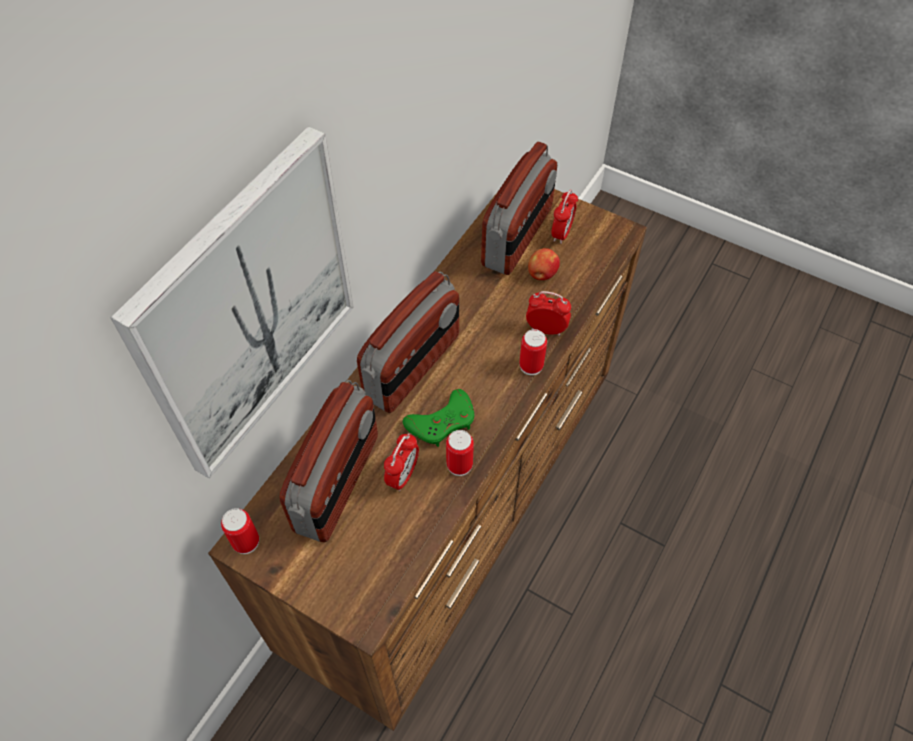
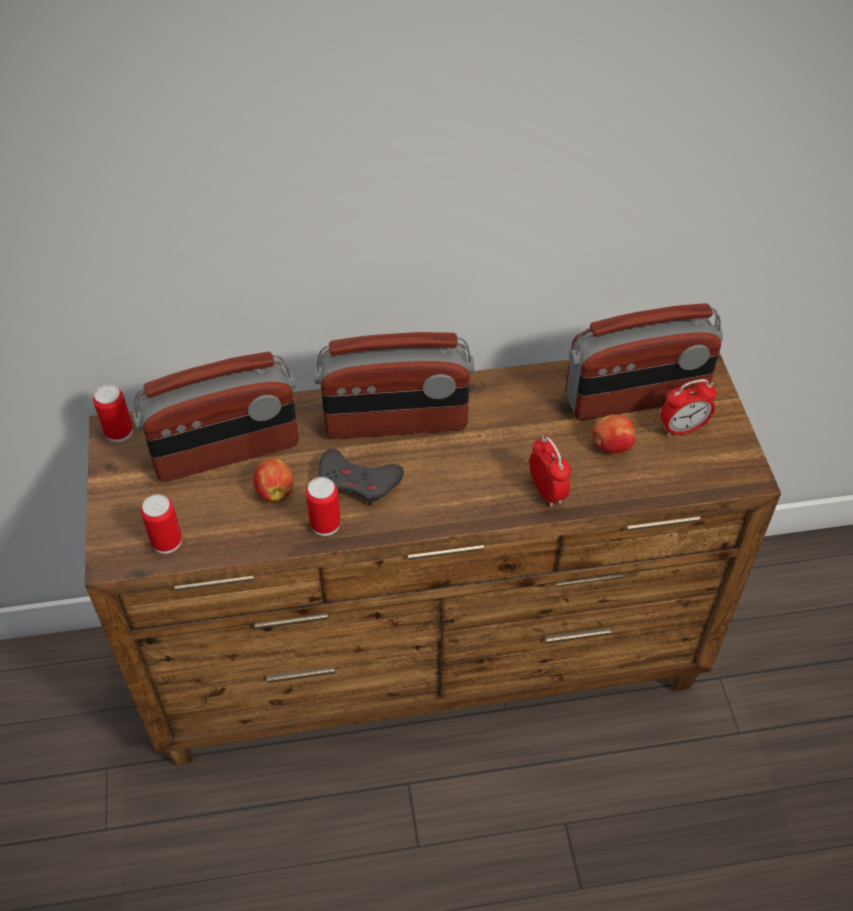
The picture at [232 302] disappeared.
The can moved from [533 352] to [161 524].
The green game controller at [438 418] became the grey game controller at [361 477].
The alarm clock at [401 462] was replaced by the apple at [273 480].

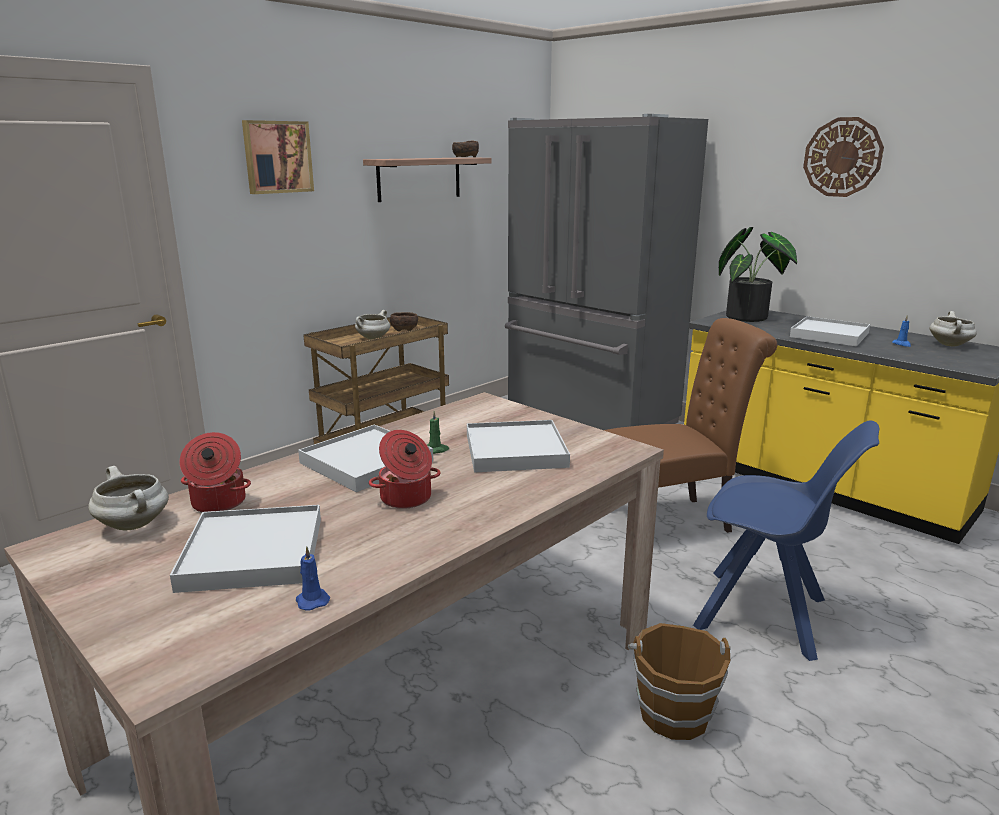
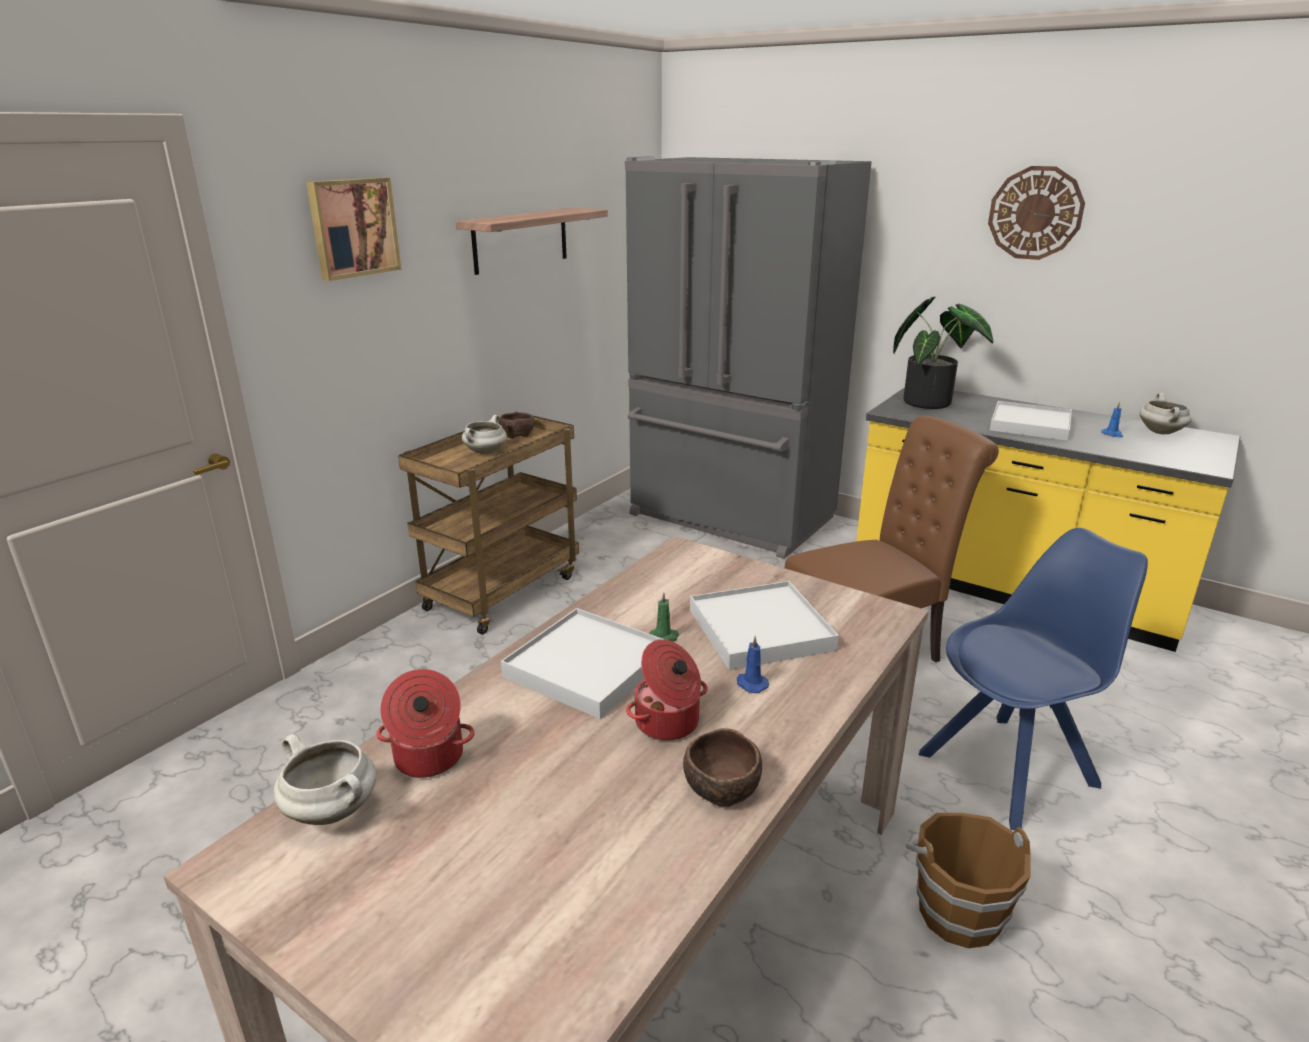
The brown bowl moved from [465 149] to [722 767].
The blue chair at [786 541] turned 45 degrees counterclockwise.
The white tray at [245 549] disappeared.
The blue candle moved from [313 578] to [753 664].

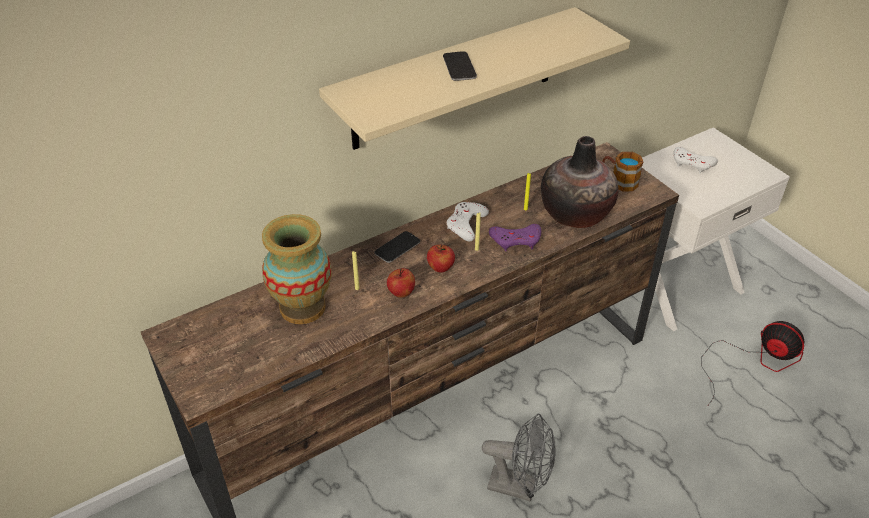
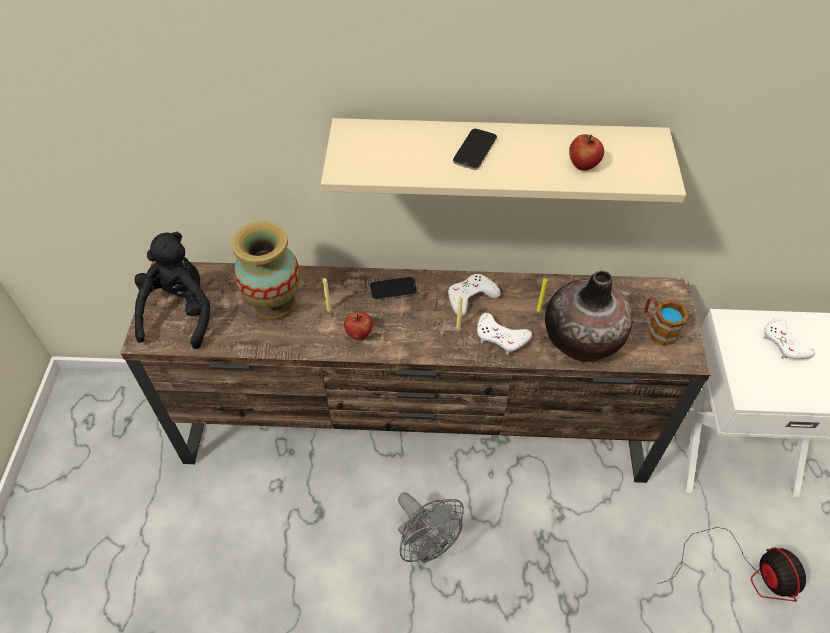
The purple game controller at [515 237] became the white game controller at [504 333].
The apple moved from [441 259] to [586 152].
The black plush toy at [172 290] appeared.

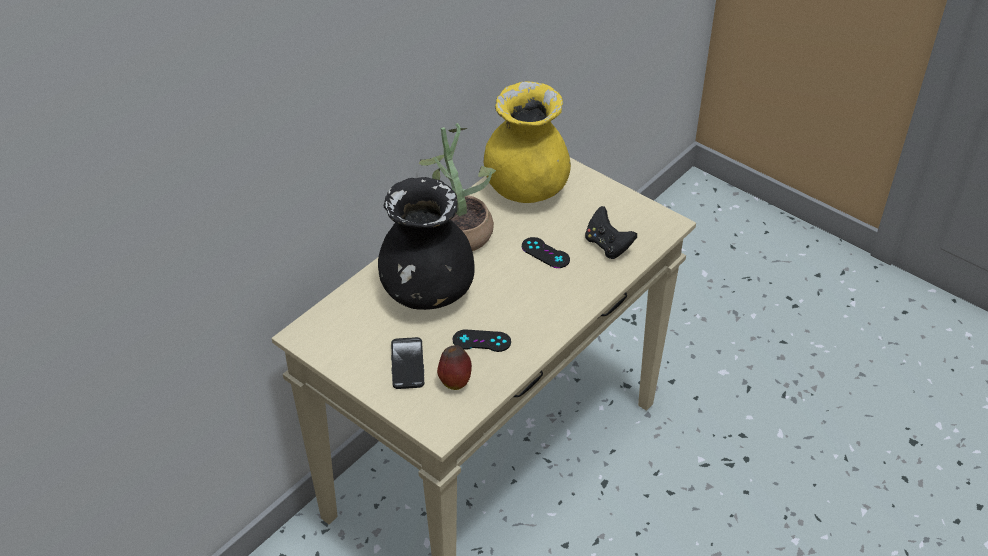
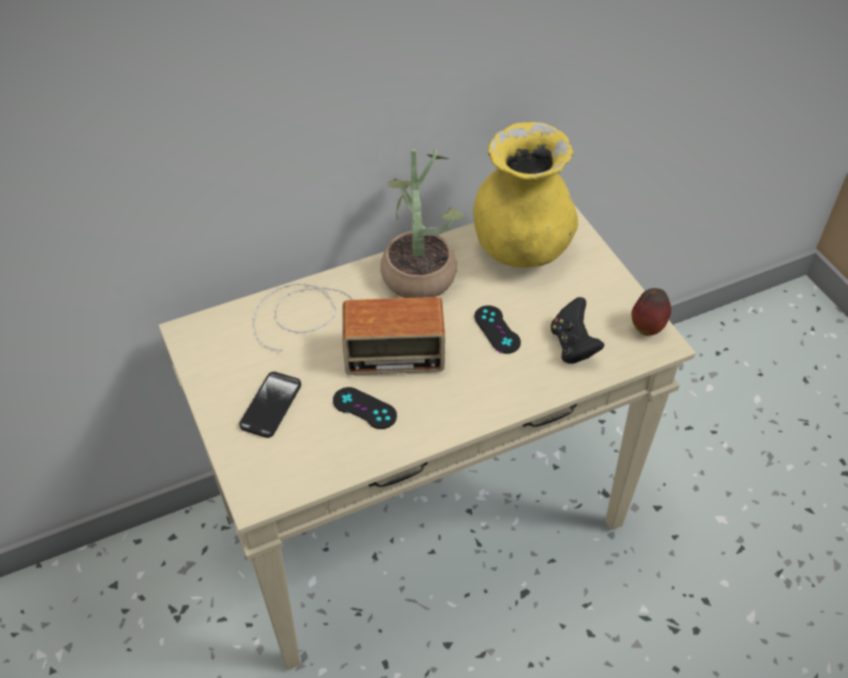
The black vase at [426 243] was replaced by the radio at [349 329].
The apple moved from [454 367] to [651 312].

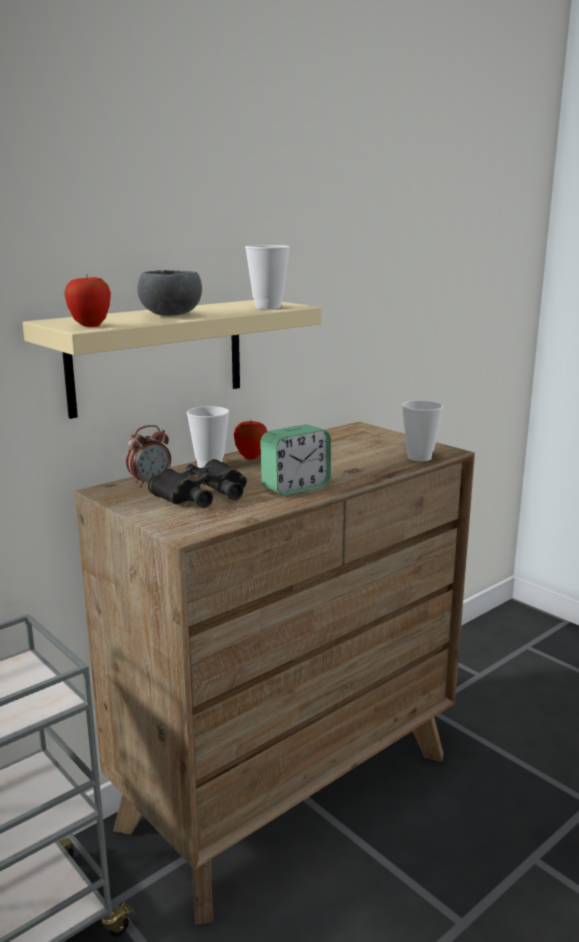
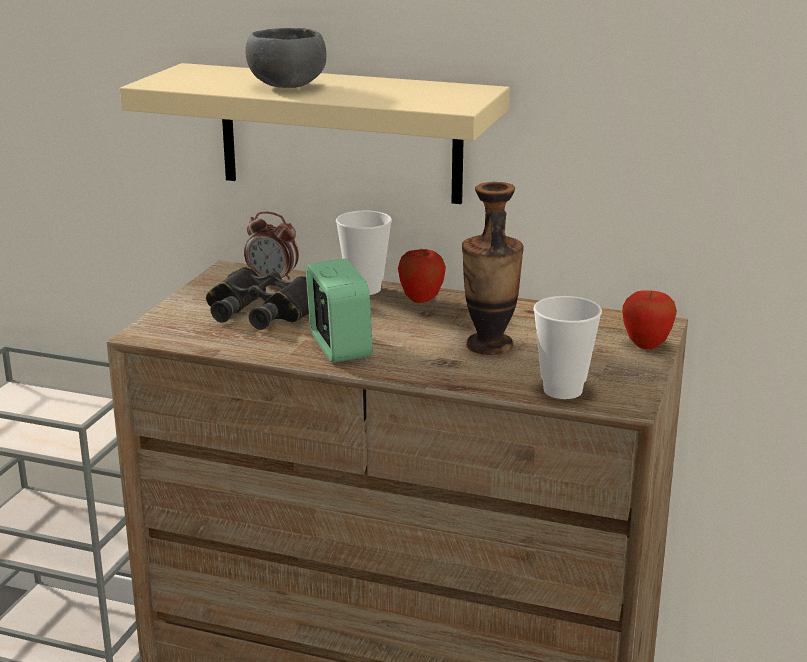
The cup at [267 277] disappeared.
The apple moved from [87 300] to [649 319].
The alarm clock at [295 460] turned 135 degrees counterclockwise.
The vase at [493 268] appeared.

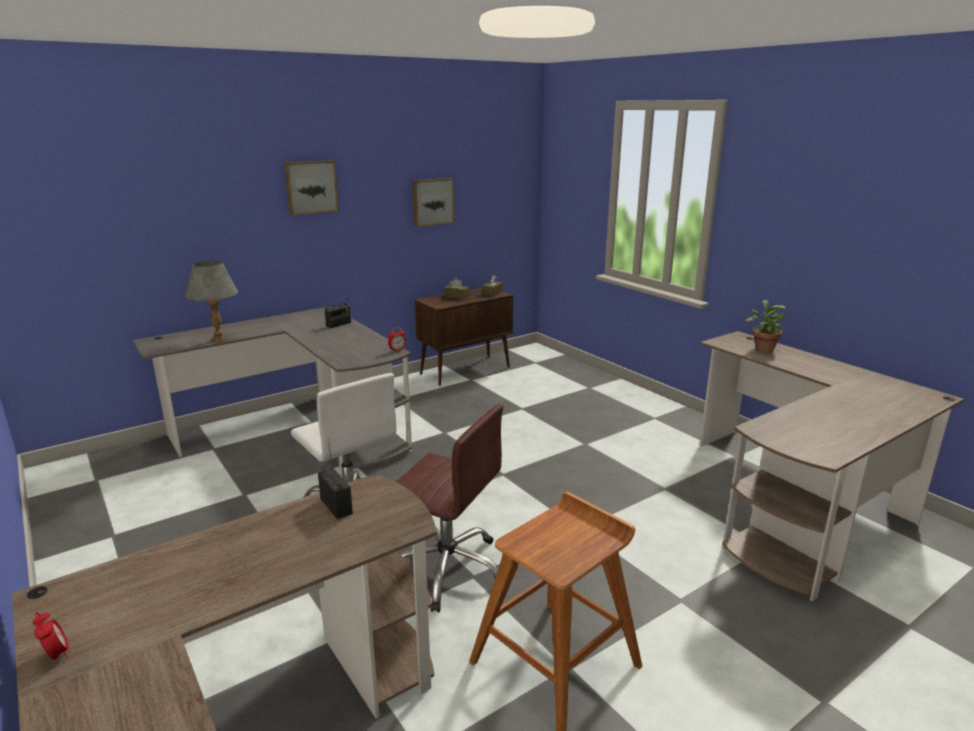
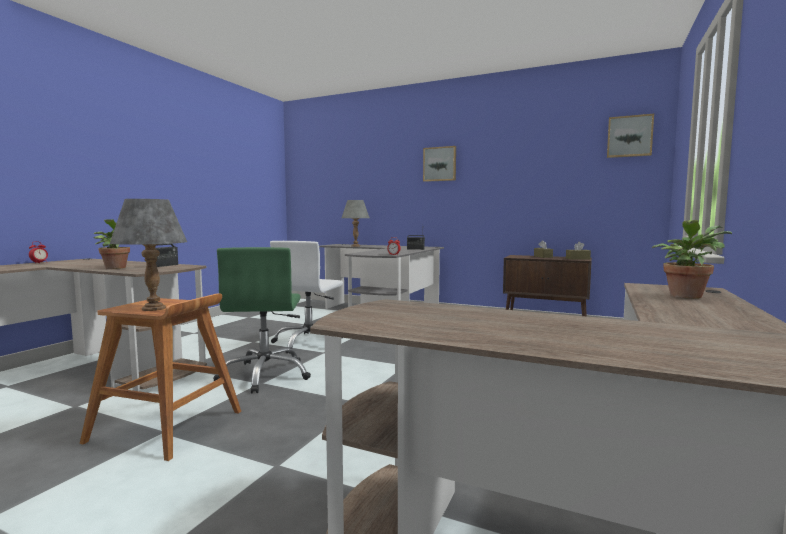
The picture moved from [433 202] to [630 136].
The brown office chair at [449 508] became the green office chair at [262 320].
The grey table lamp at [148 255] appeared.
The potted plant at [112 244] appeared.

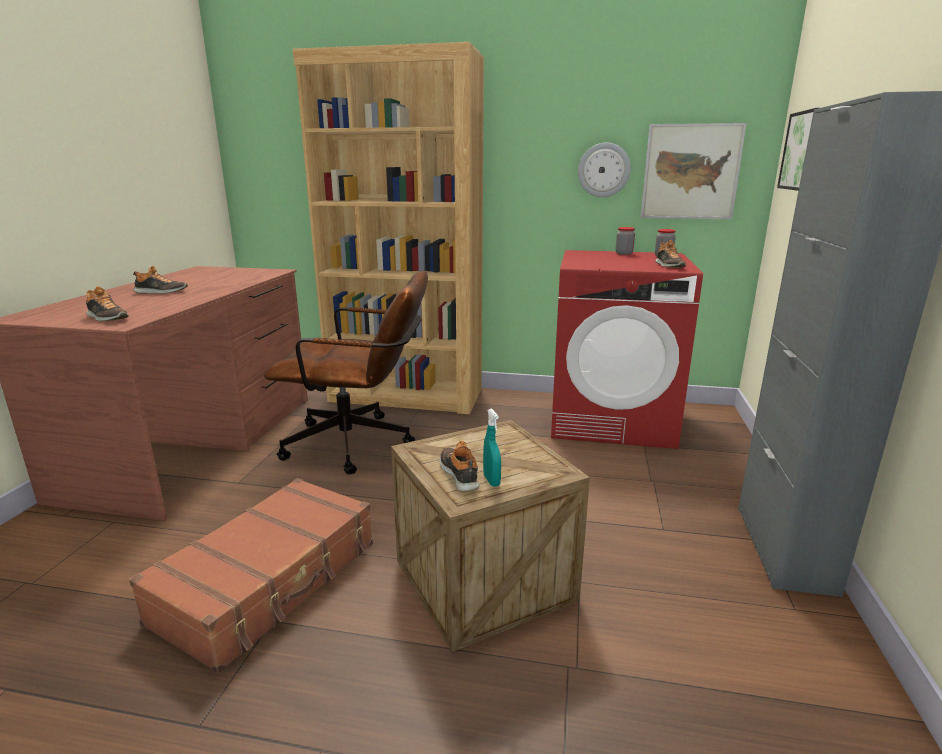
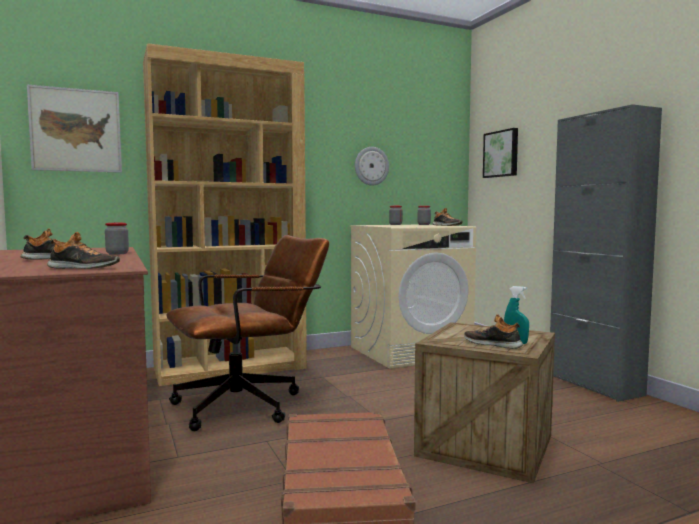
The picture moved from [693 171] to [74 129].
The red washing machine at [627 349] became the beige washing machine at [413 297].
The jar at [117 239] appeared.

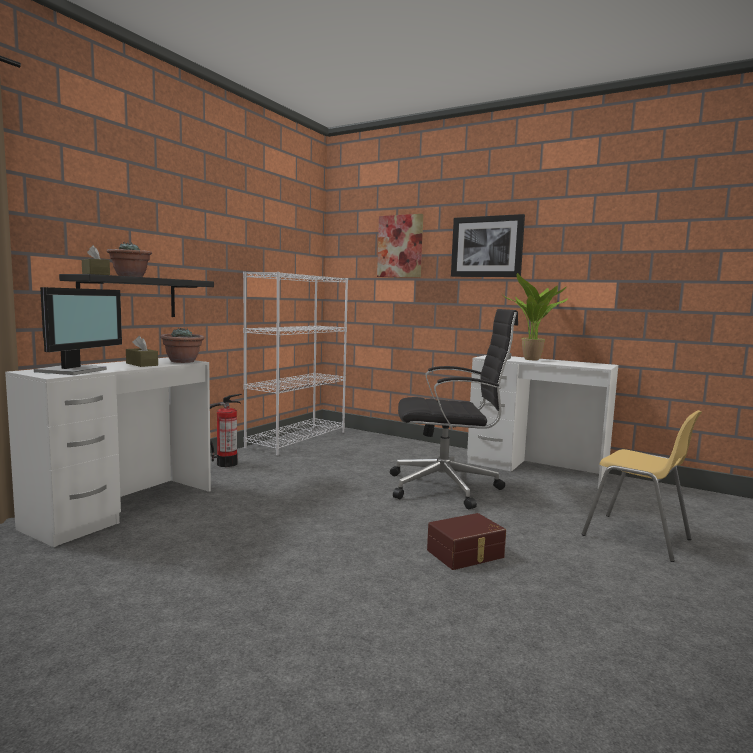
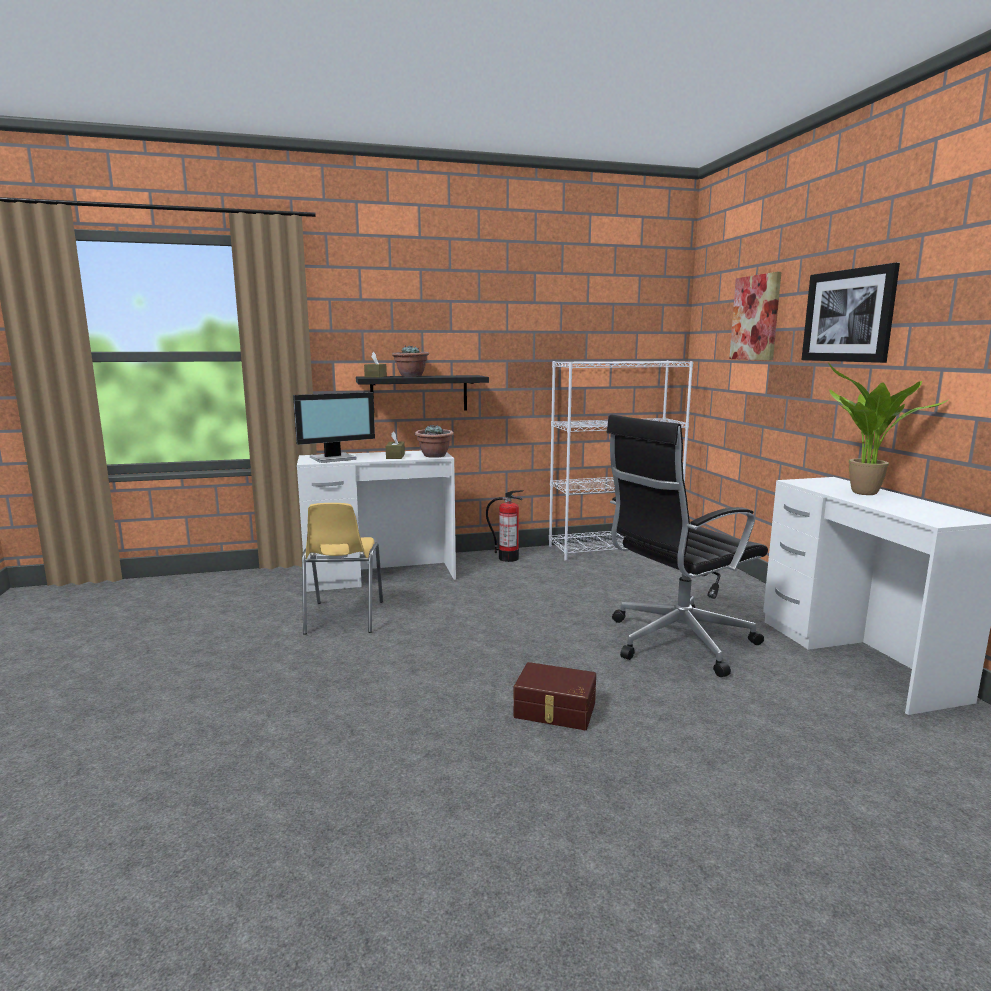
The black office chair at [454 409] turned 105 degrees clockwise.
The yellow chair moved from [642 486] to [342 569].

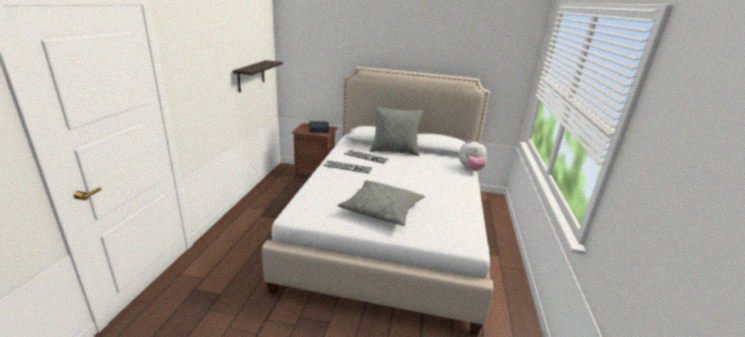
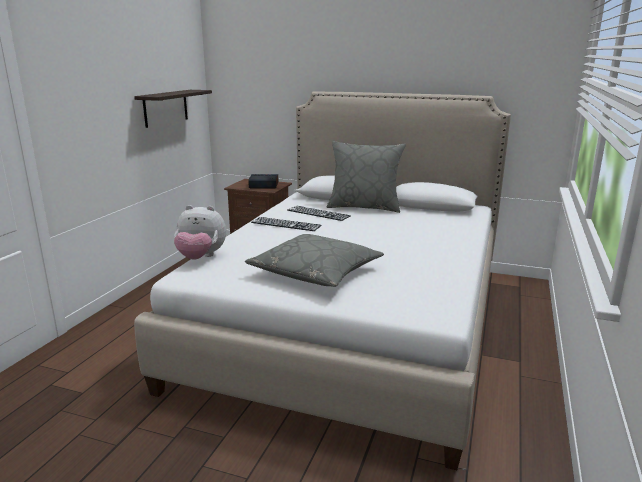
The plush toy moved from [473 156] to [200 232].

